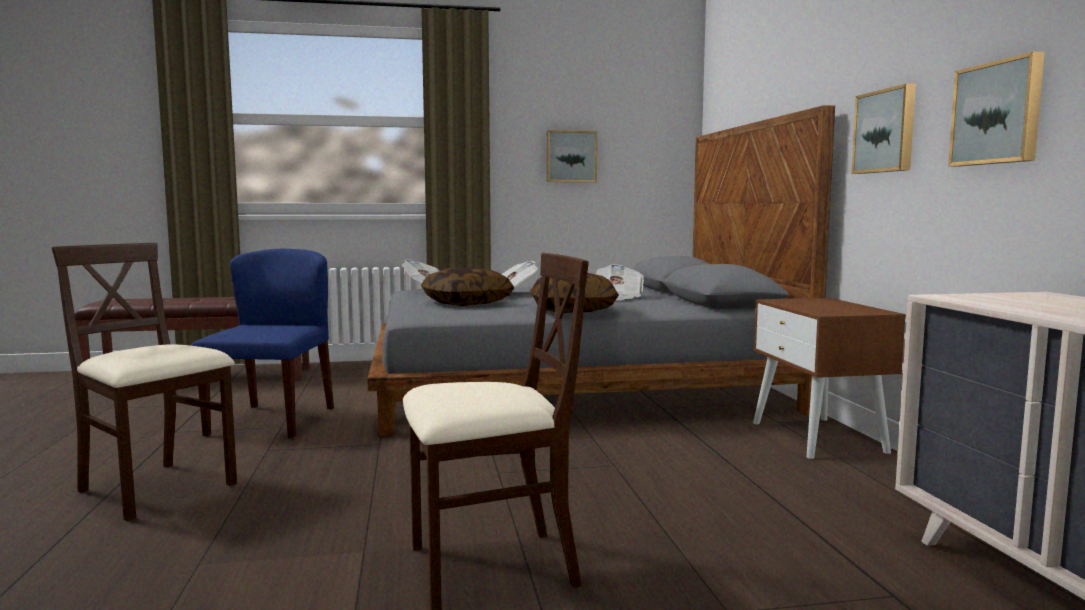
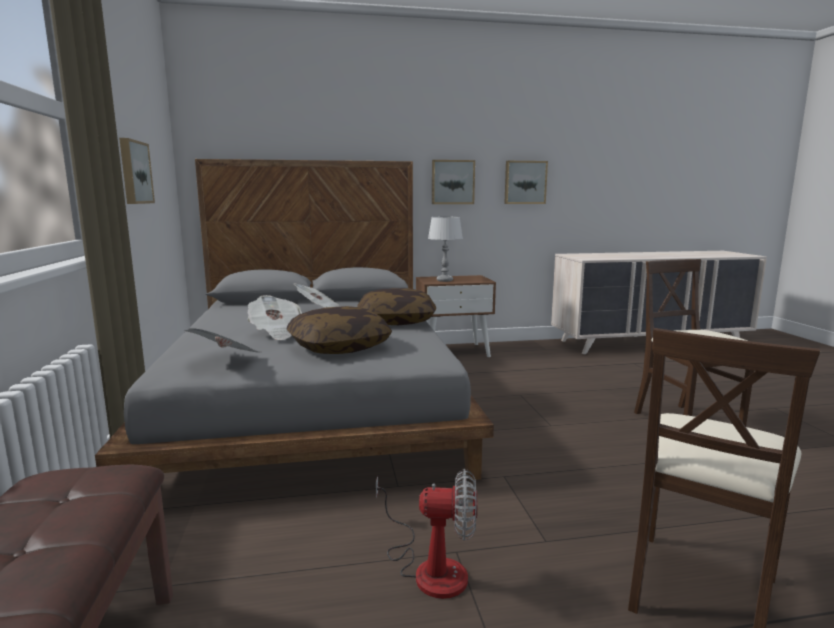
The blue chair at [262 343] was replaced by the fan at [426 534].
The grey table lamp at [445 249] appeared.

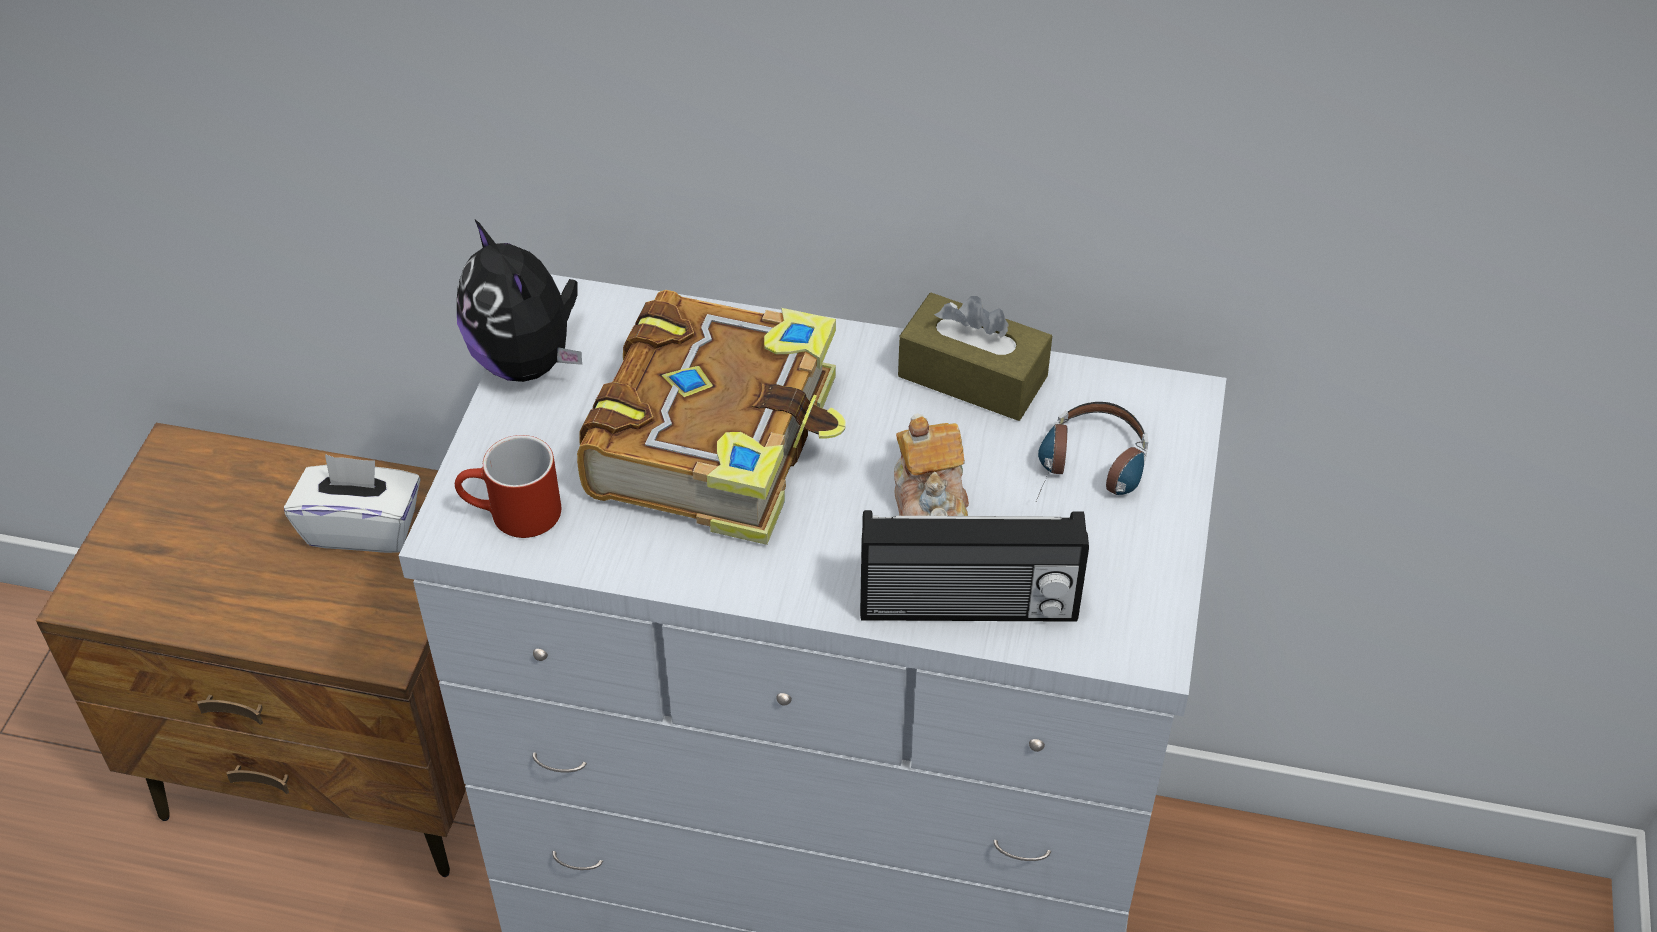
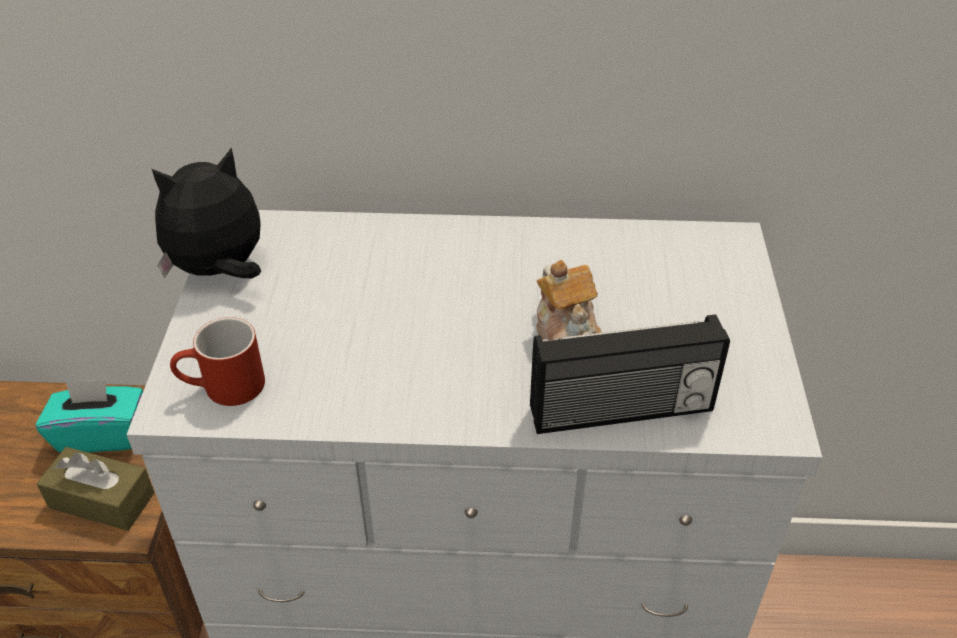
The plush toy at [519 301] turned 105 degrees clockwise.
The book at [711 417] disappeared.
The brown tissue box moved from [975 357] to [95 489].
The headphones at [1092 451] disappeared.
The white tissue box at [352 503] became the turquoise tissue box at [89 416].

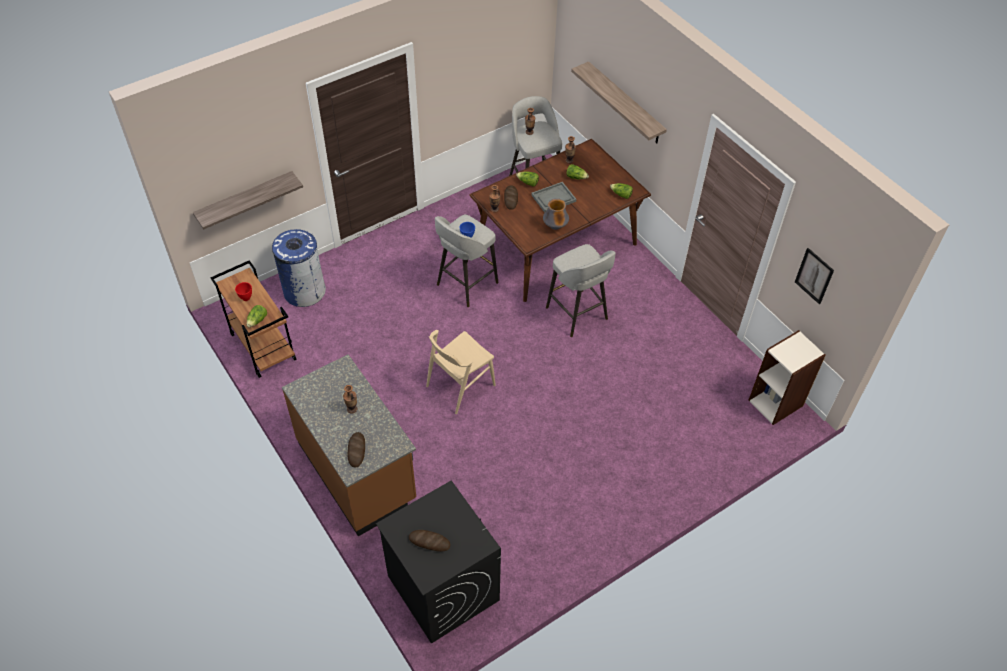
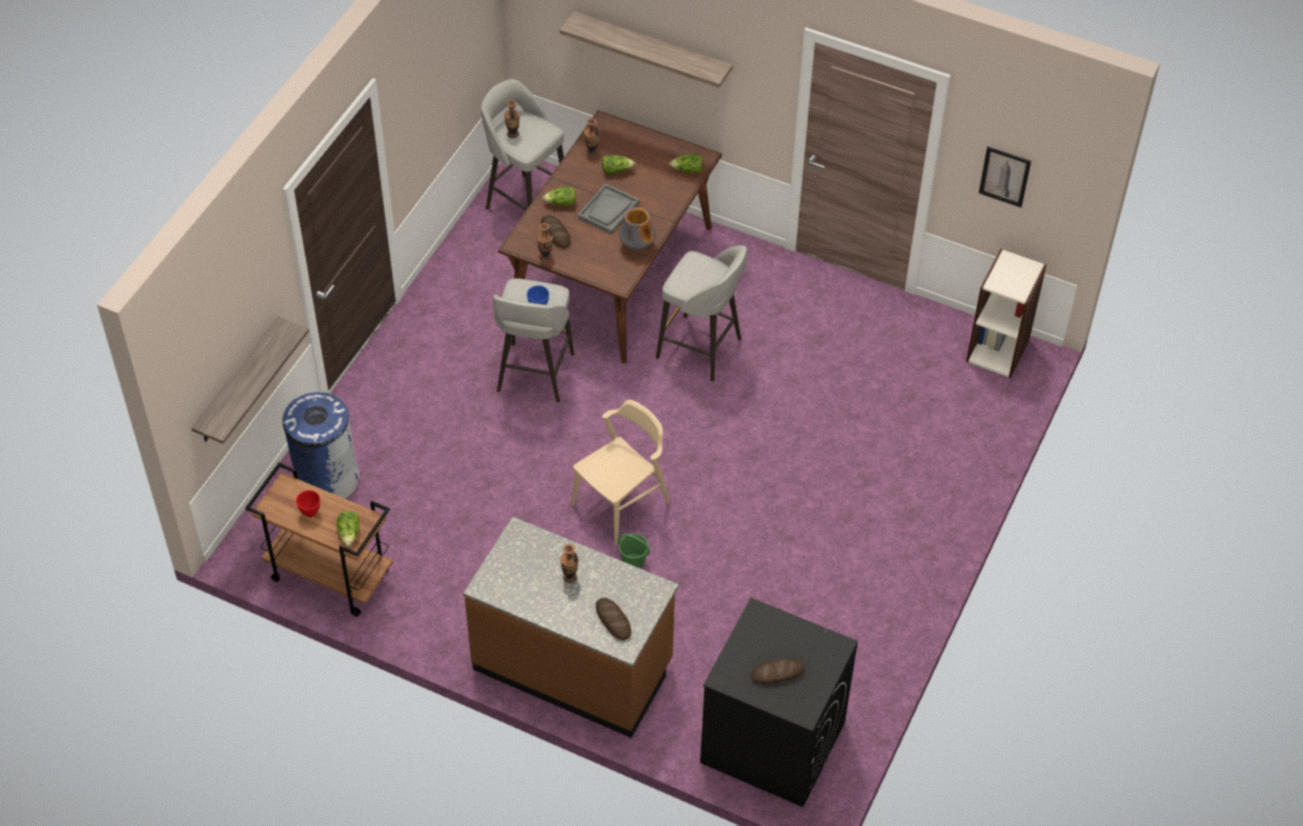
The beige chair at [461 372] turned 150 degrees counterclockwise.
The green bucket at [634 551] appeared.

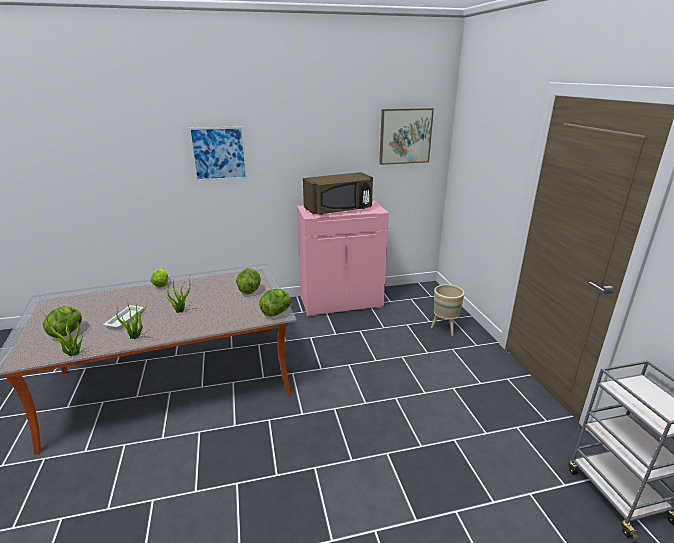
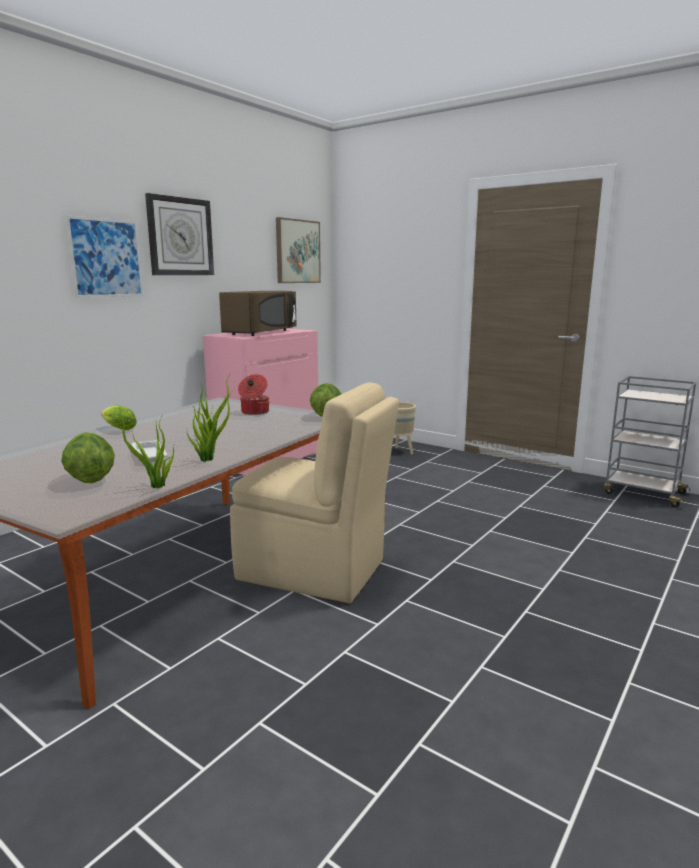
The lettuce at [248 281] was replaced by the cooking pot at [254 394].
The wall clock at [179 234] appeared.
The beige chair at [314 492] appeared.

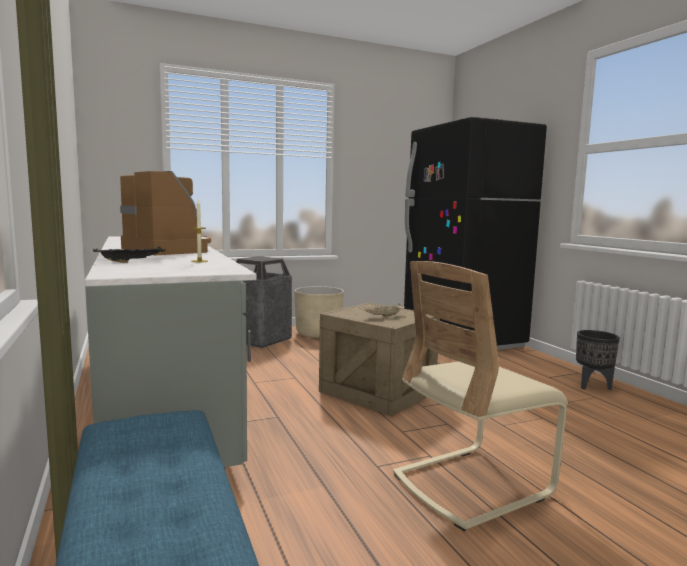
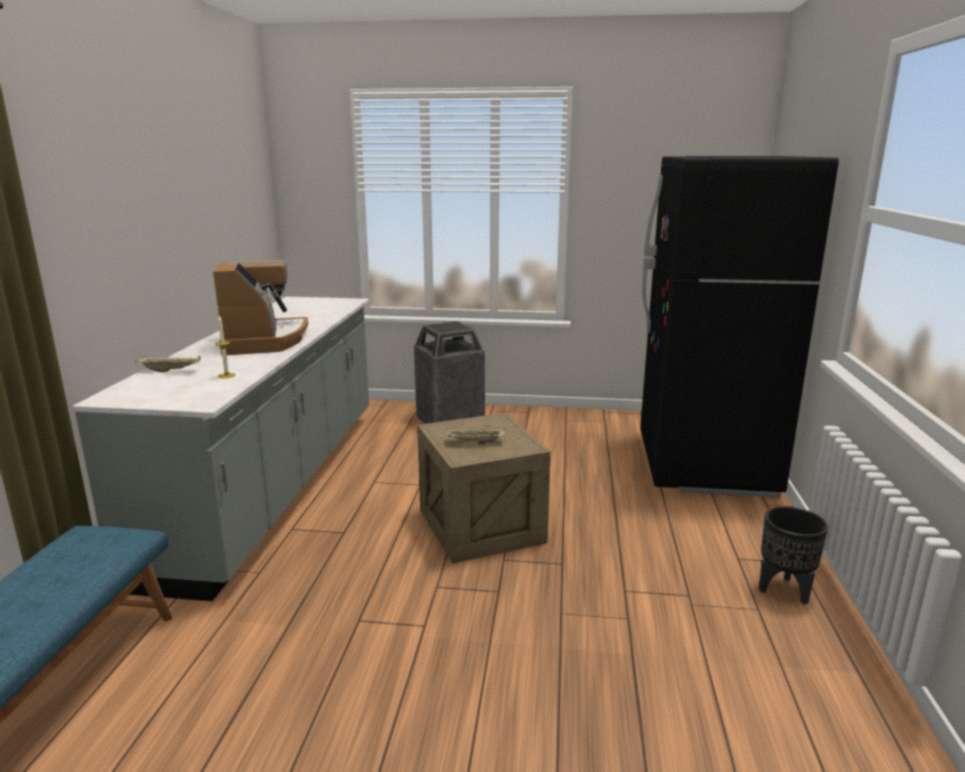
The black tray at [129 254] became the beige tray at [168 364].
The beige chair at [480 396] disappeared.
The beige planter at [319 312] disappeared.

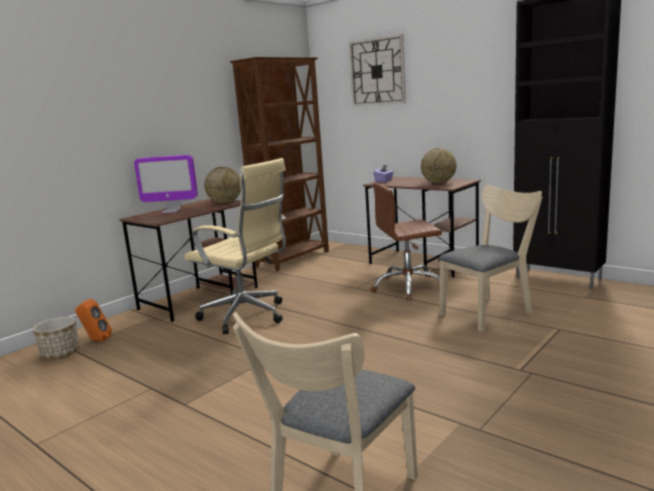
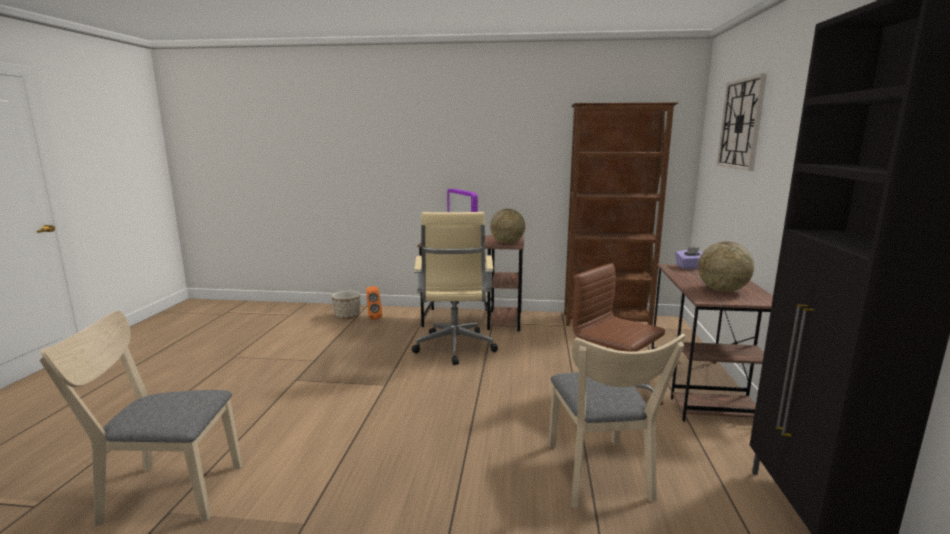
The beige chair at [490 258] turned 60 degrees clockwise.

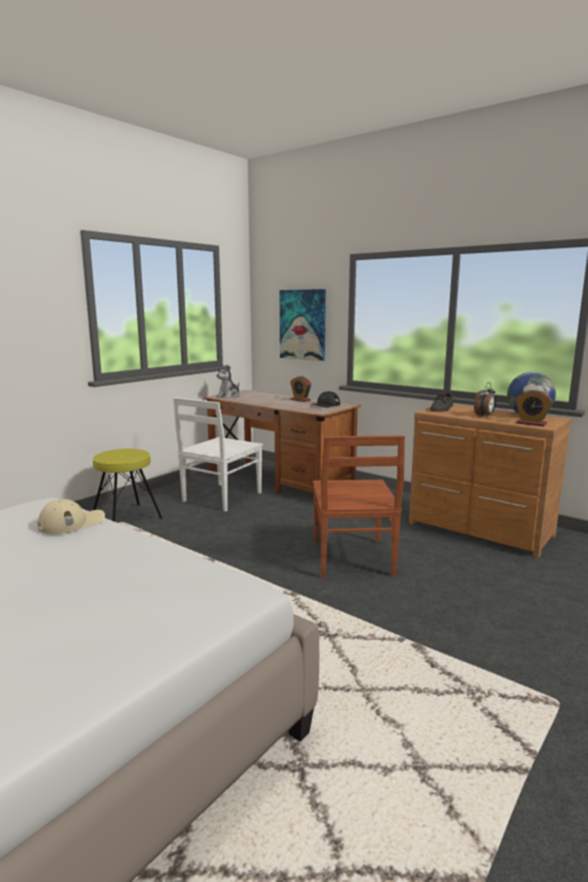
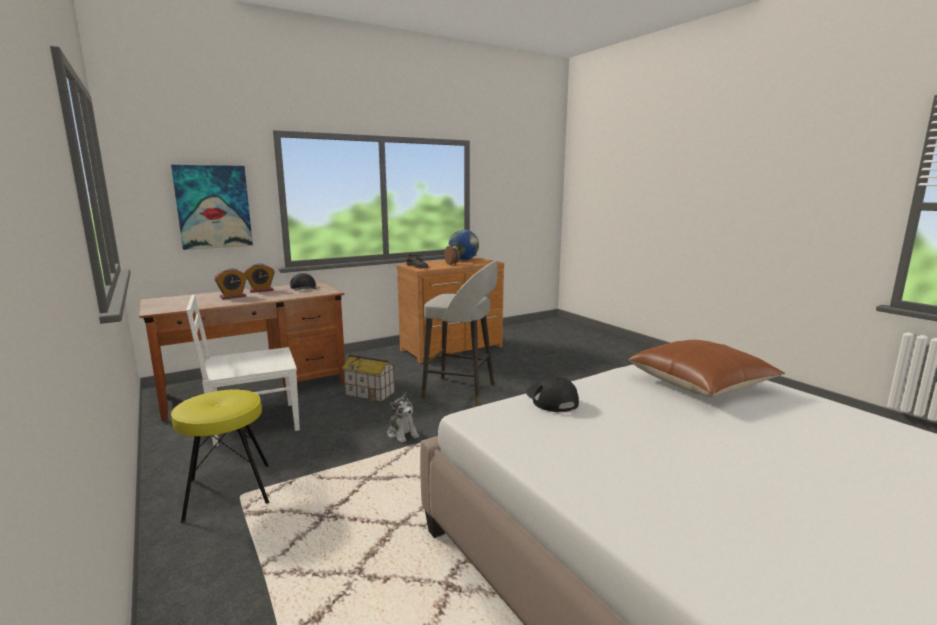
The plush toy moved from [227 381] to [403 417].
The alarm clock moved from [534 408] to [230 283].
The white chair at [218 454] turned 105 degrees clockwise.
The brown chair at [359 506] was replaced by the grey stool at [459 333].
The beige cap at [71 516] became the black cap at [552 394].
The brown pillow at [707 368] appeared.
The toy house at [368 378] appeared.

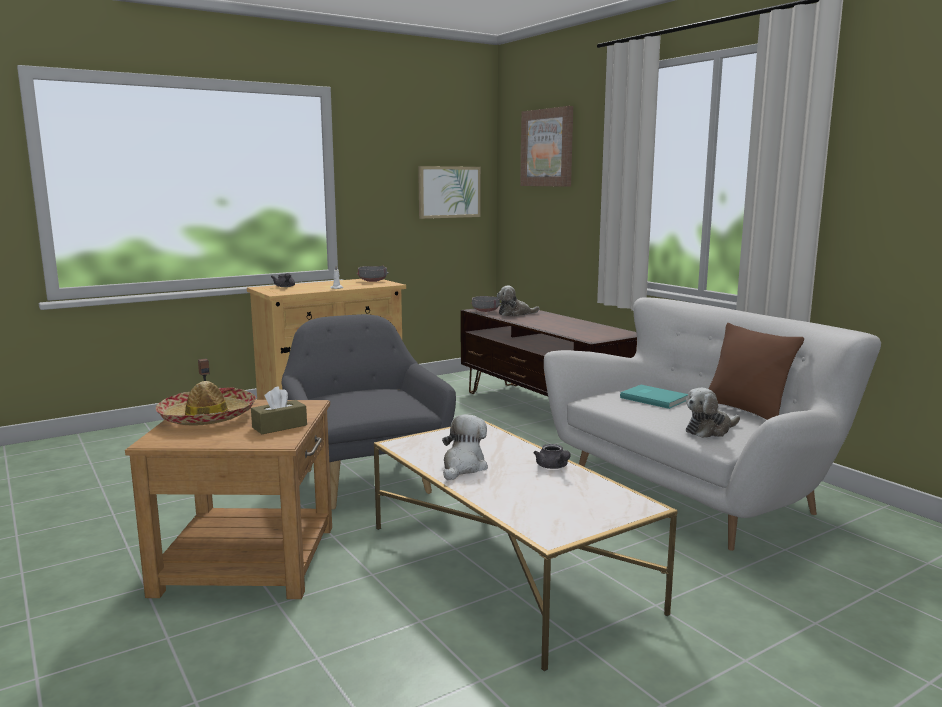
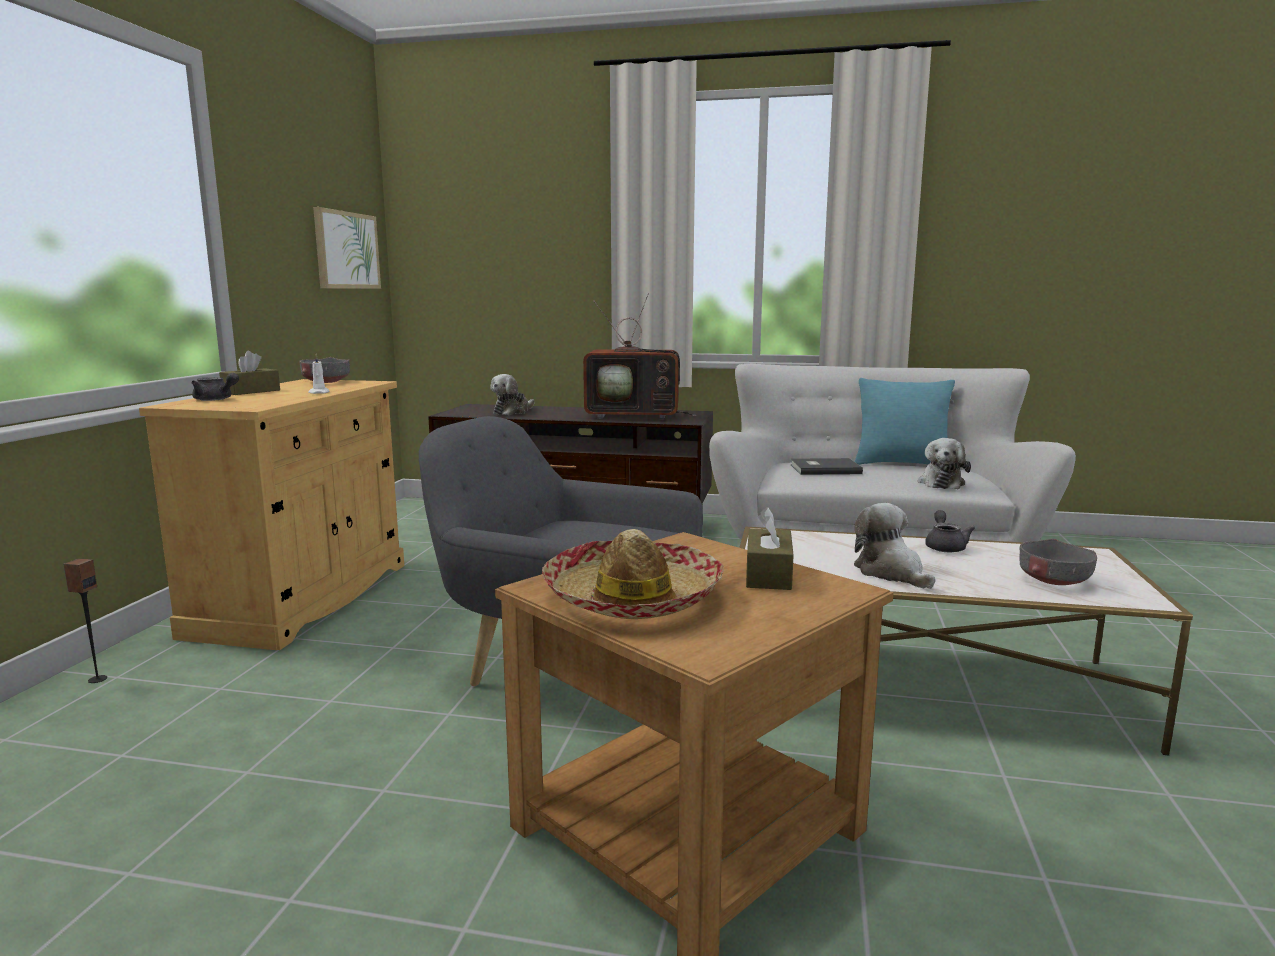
The picture at [546 146] disappeared.
The grey bowl moved from [486 304] to [1058 562].
The brown pillow at [756 371] became the turquoise pillow at [905 421].
The turquoise book at [654 397] became the grey book at [827 466].
The grey teapot at [552 456] turned 105 degrees counterclockwise.
The television at [640 356] appeared.
The brown tissue box at [249 373] appeared.

